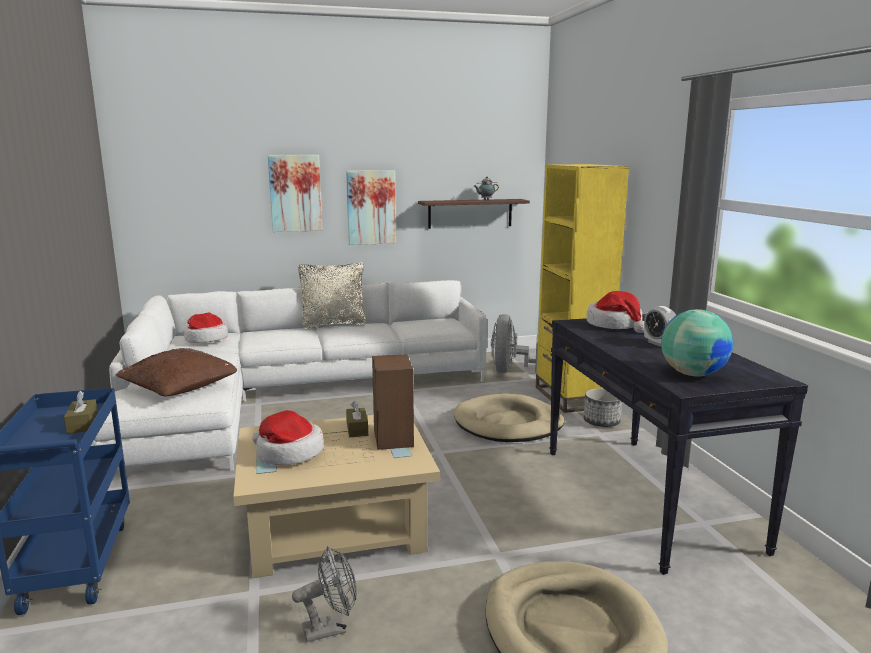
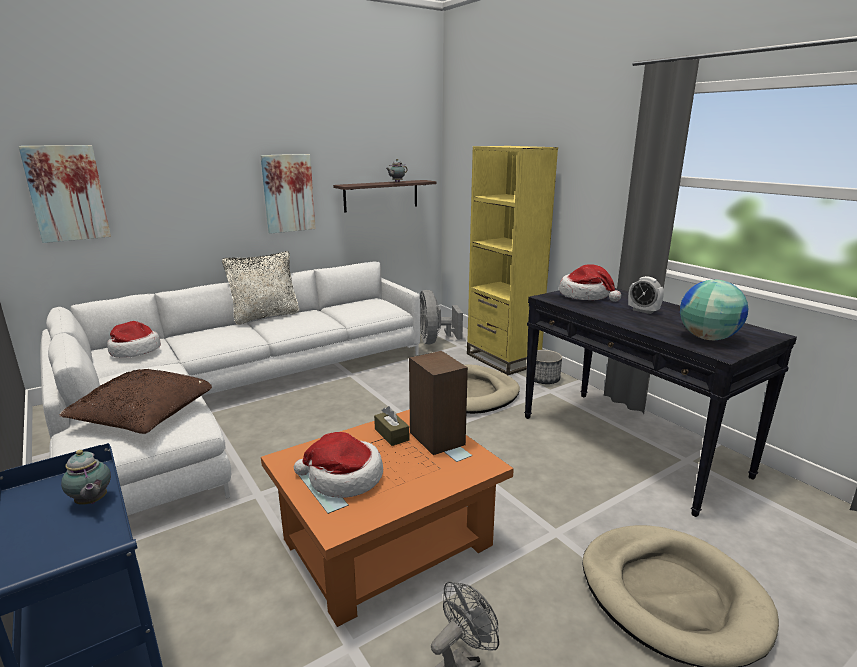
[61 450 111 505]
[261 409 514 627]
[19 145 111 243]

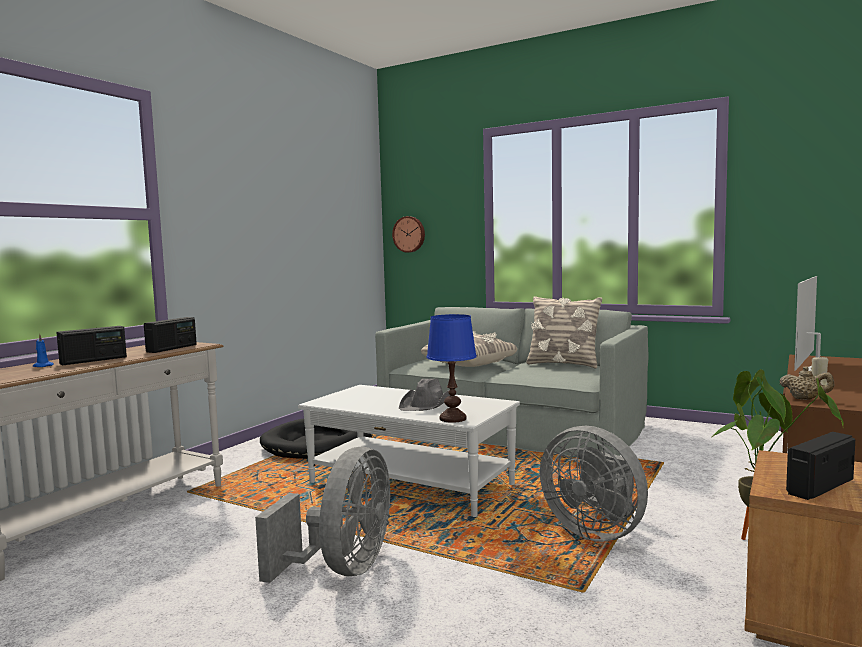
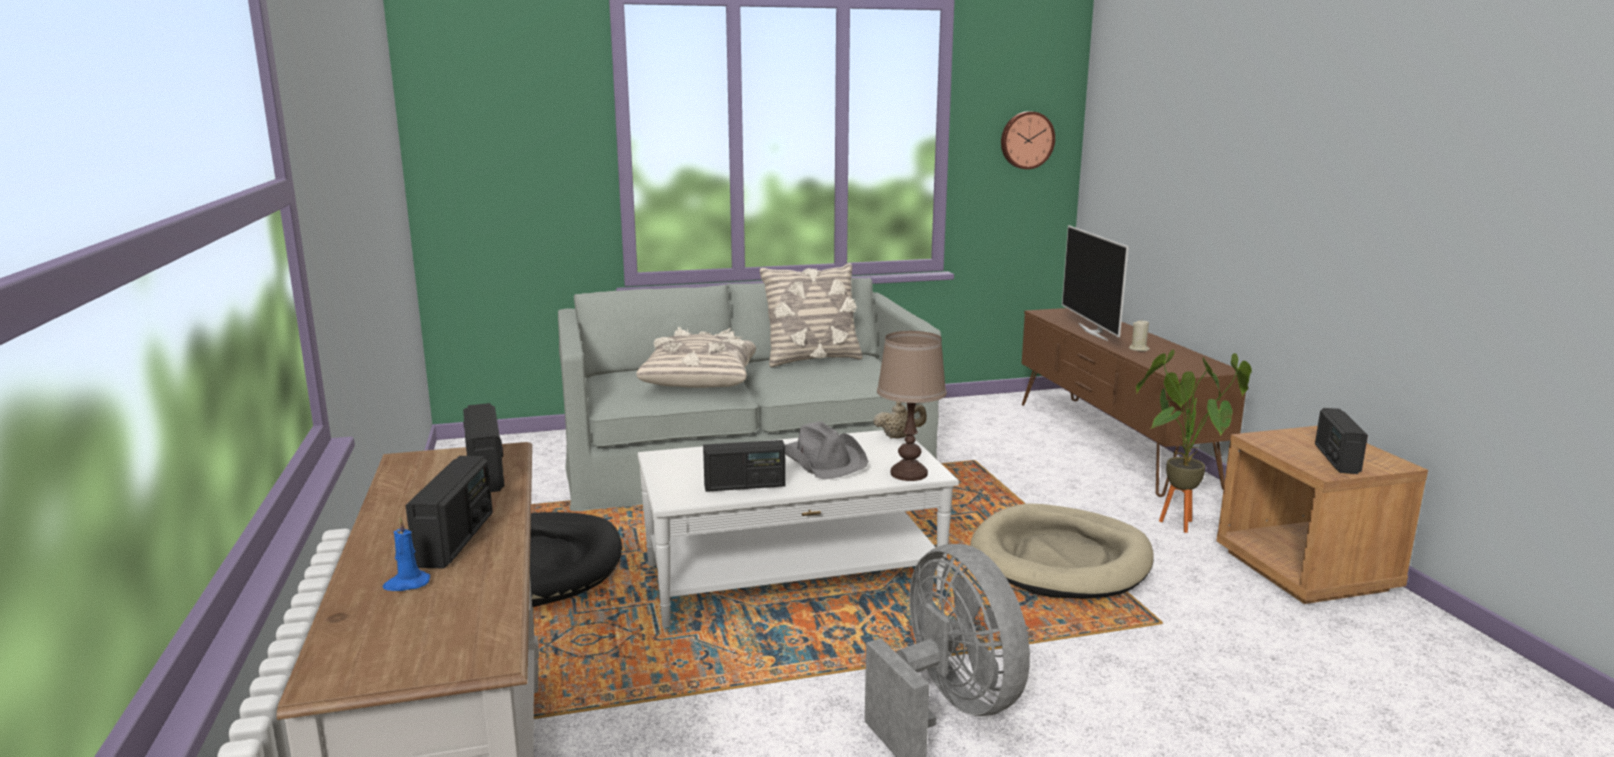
[1001 111 1055 169]
[877 331 947 481]
[970 503 1153 599]
[873 401 927 439]
[703 440 786 492]

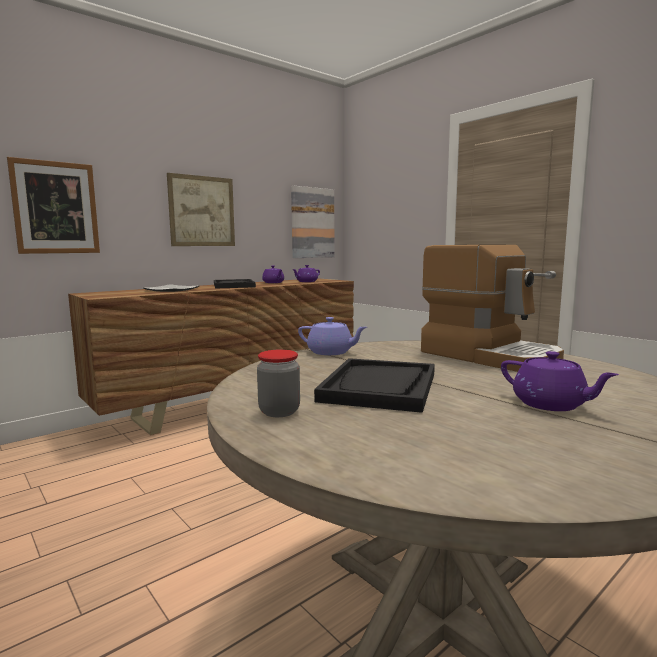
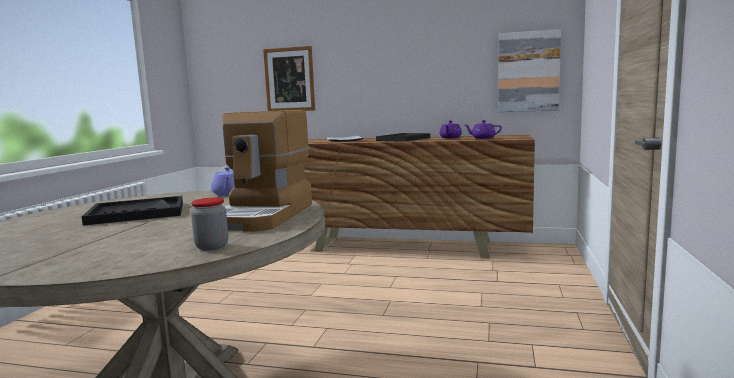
[167 173 235 246] (first image)
[191 198 228 251]
[501 351 619 411] (first image)

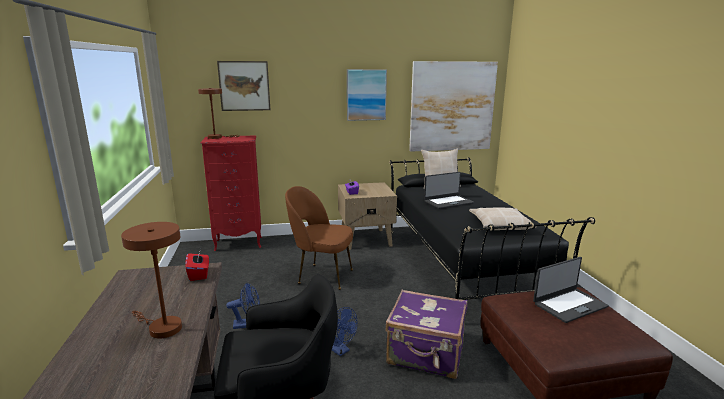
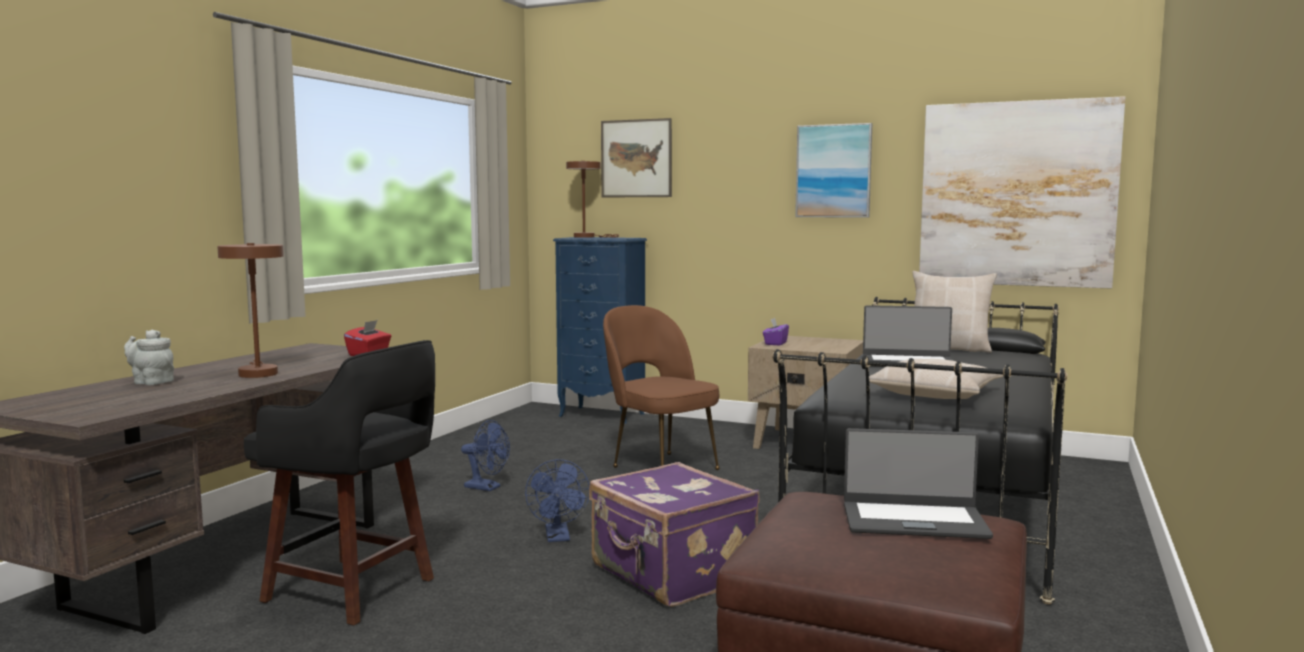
[553 237 647 424]
[124 329 174 385]

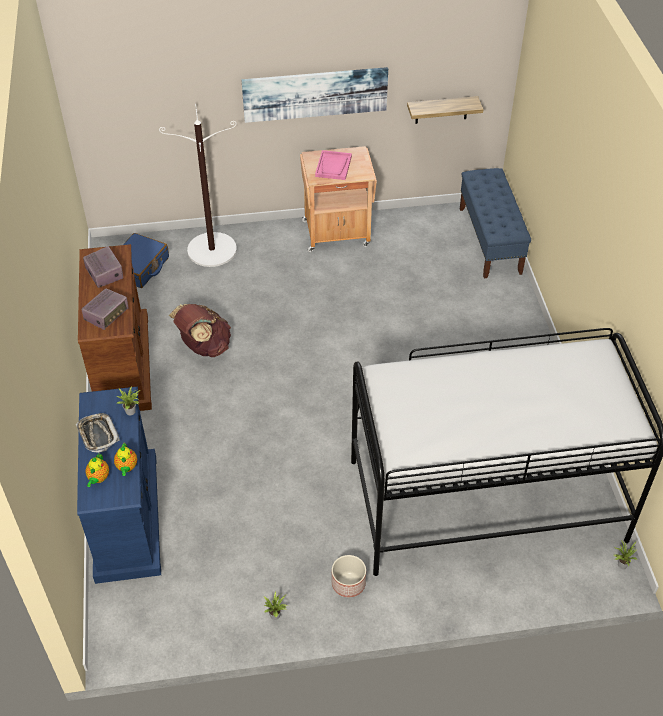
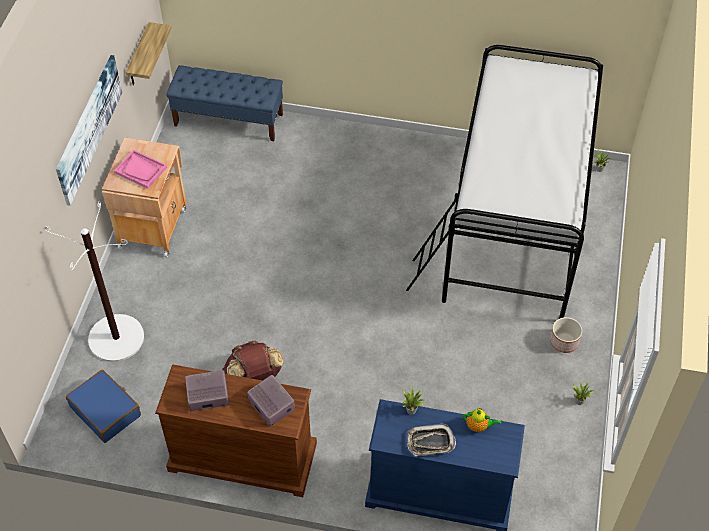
[85 454 109 487] (first image)

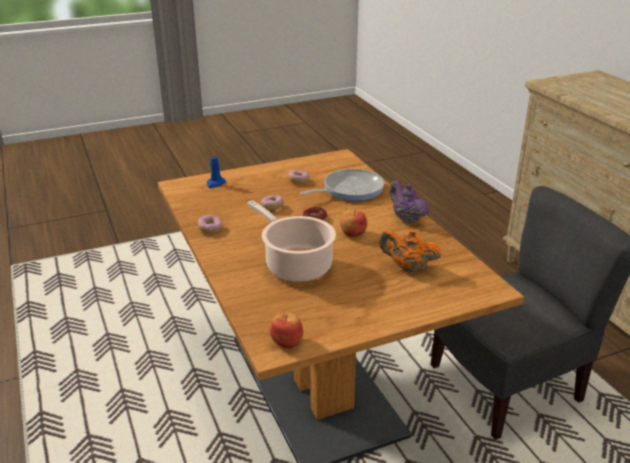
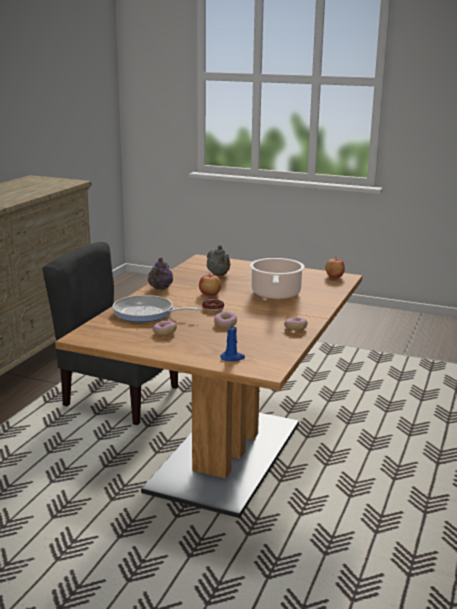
[207 245 230 276]

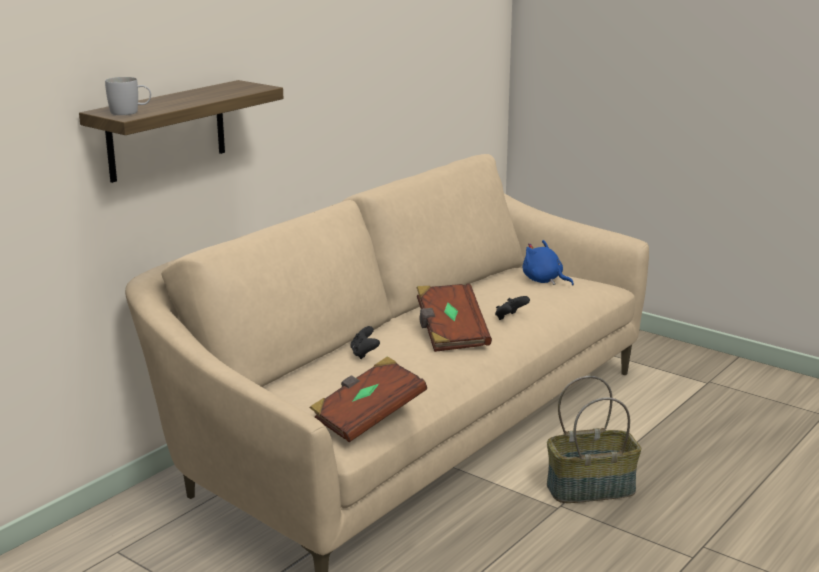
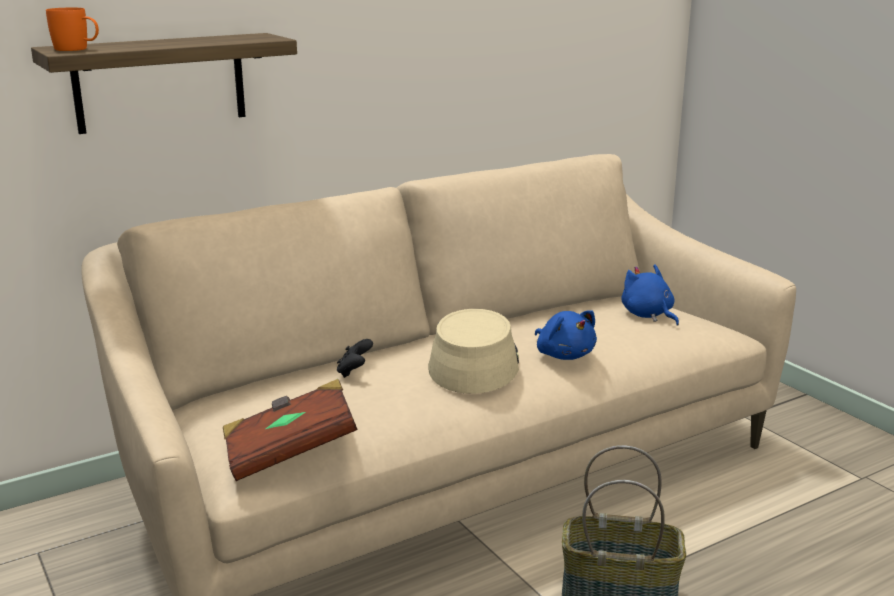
[46 8 99 51]
[428 309 519 394]
[535 311 597 360]

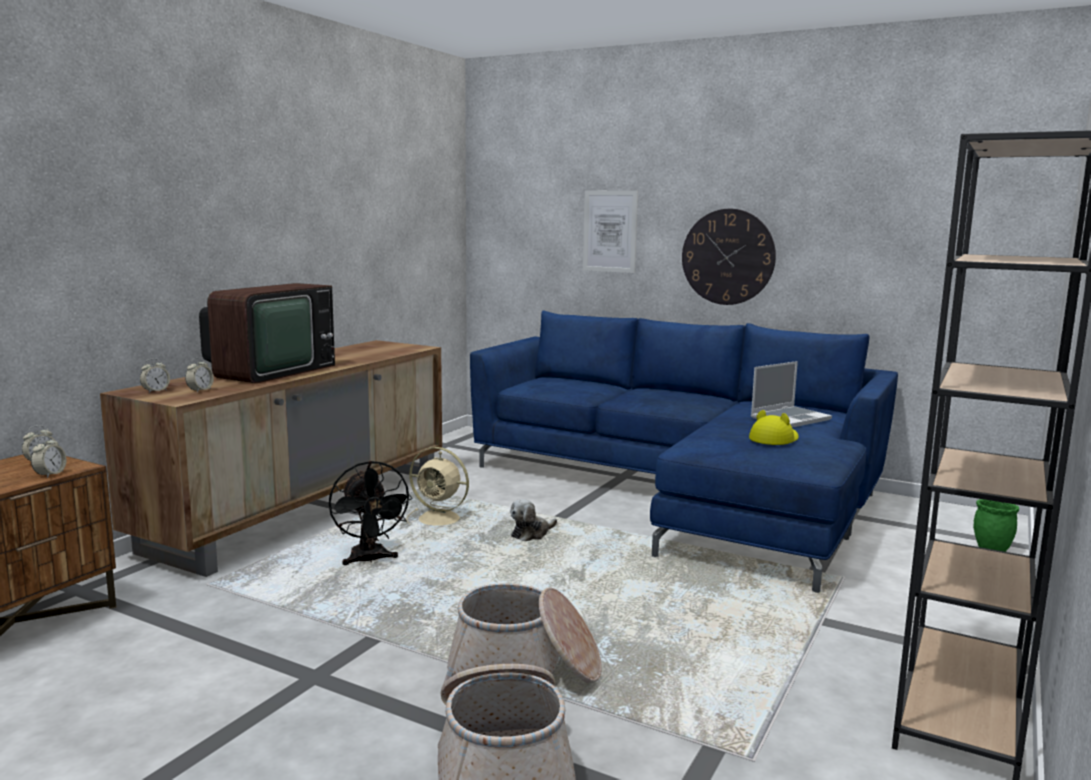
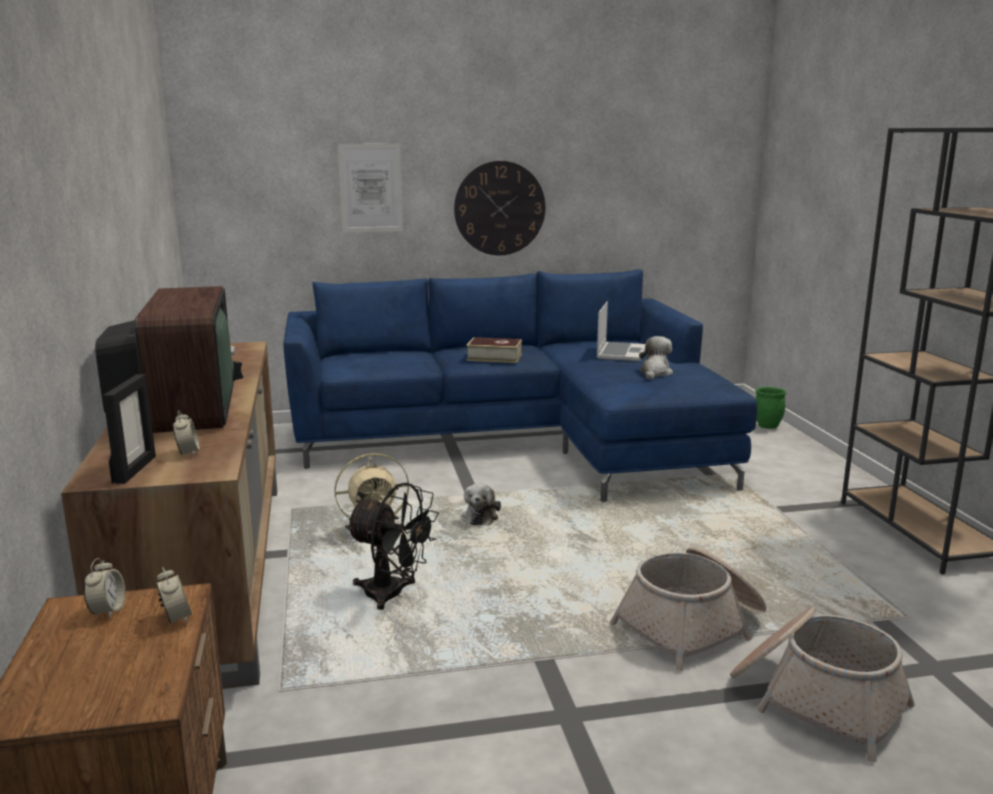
[103 374 156 484]
[639 336 673 380]
[466 337 522 363]

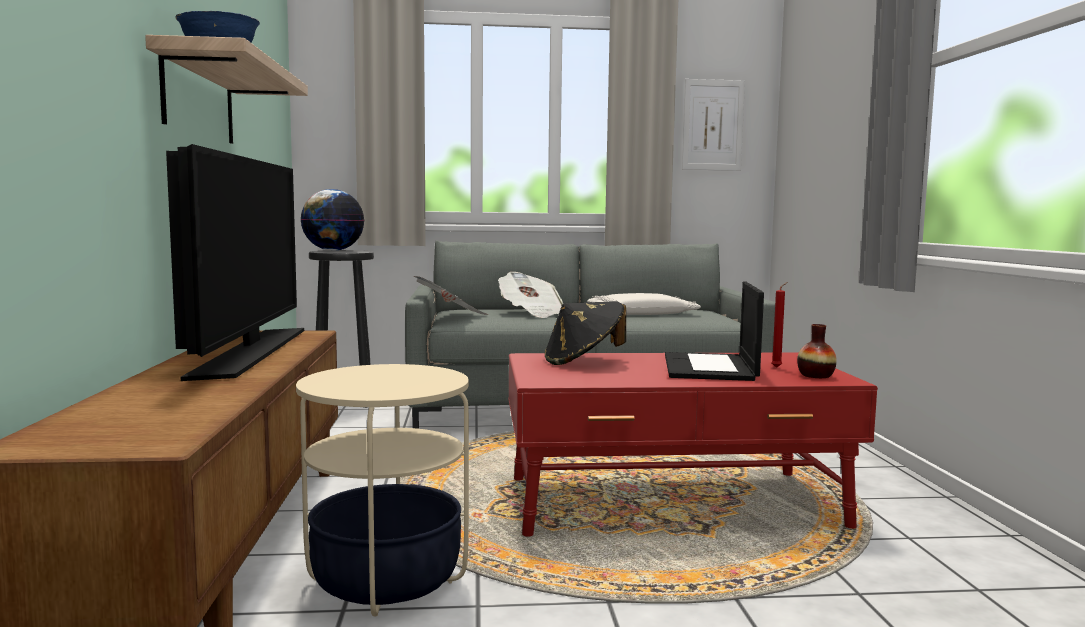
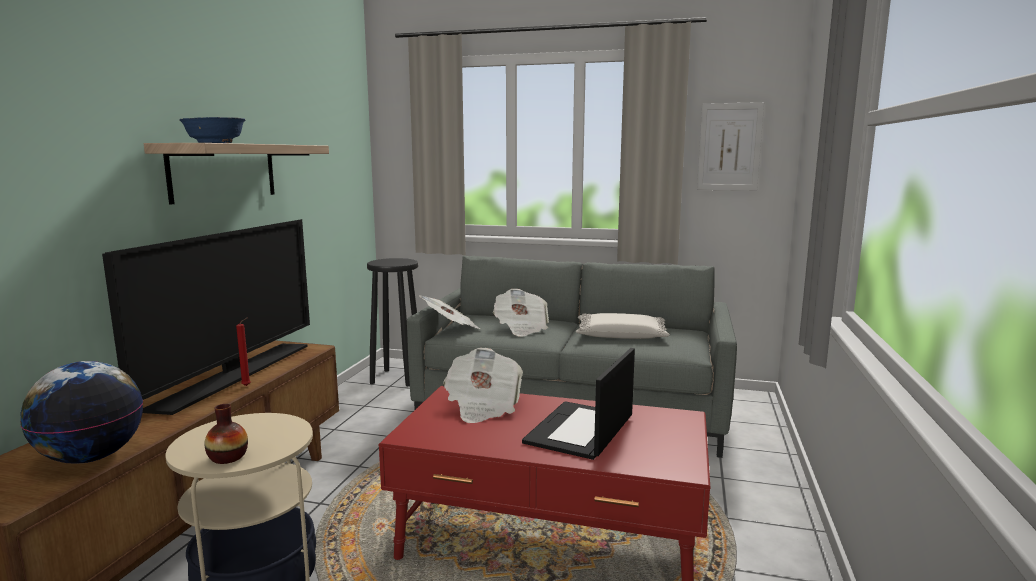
[20 361 143 463]
[443 348 523 423]
[236 318 251 386]
[204 404 248 464]

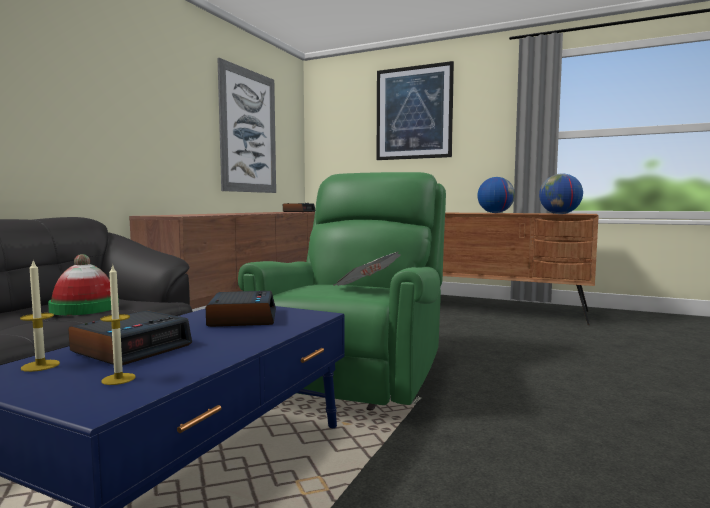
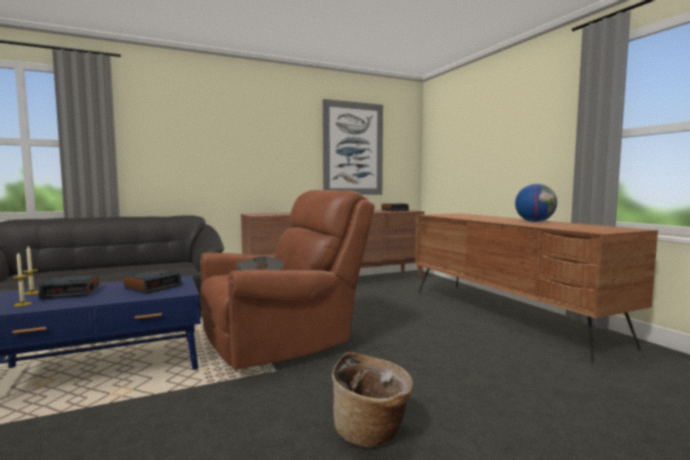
[48 254 119 315] (first image)
[200 190 375 370]
[377 61 454 160] (first image)
[539 174 583 214] (first image)
[332 352 413 448]

